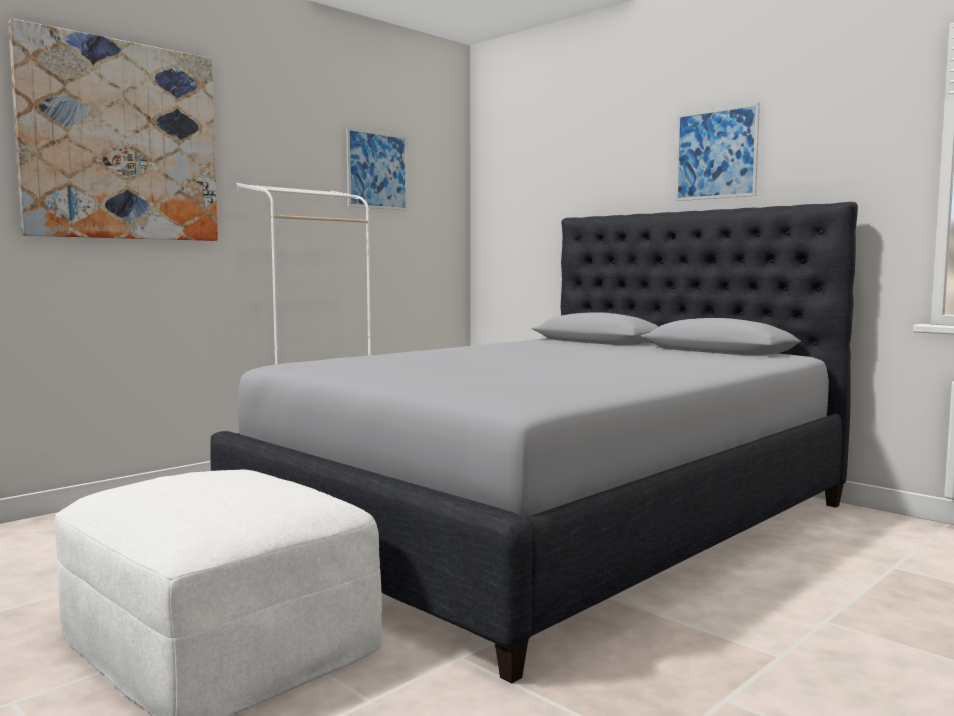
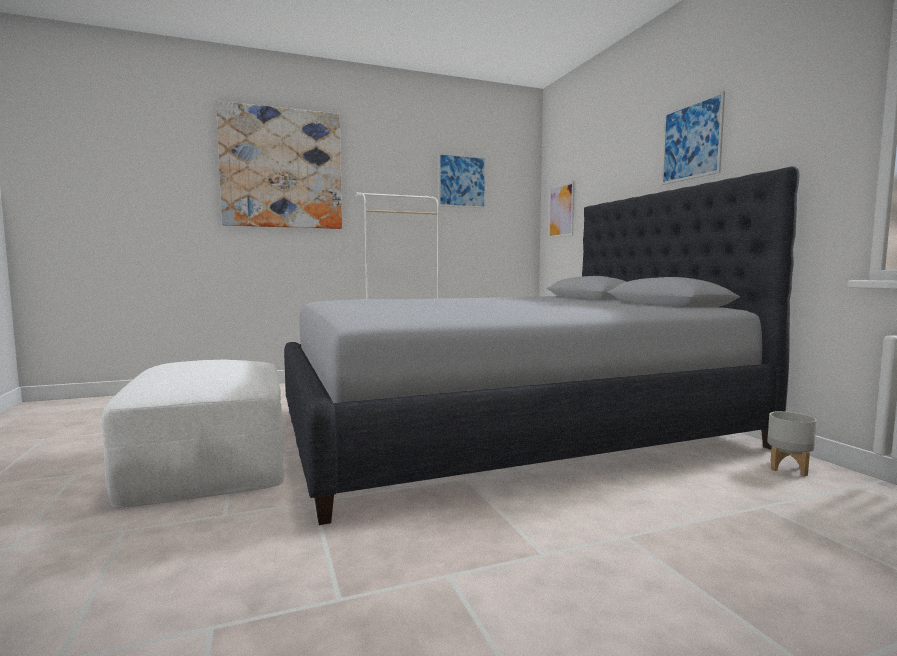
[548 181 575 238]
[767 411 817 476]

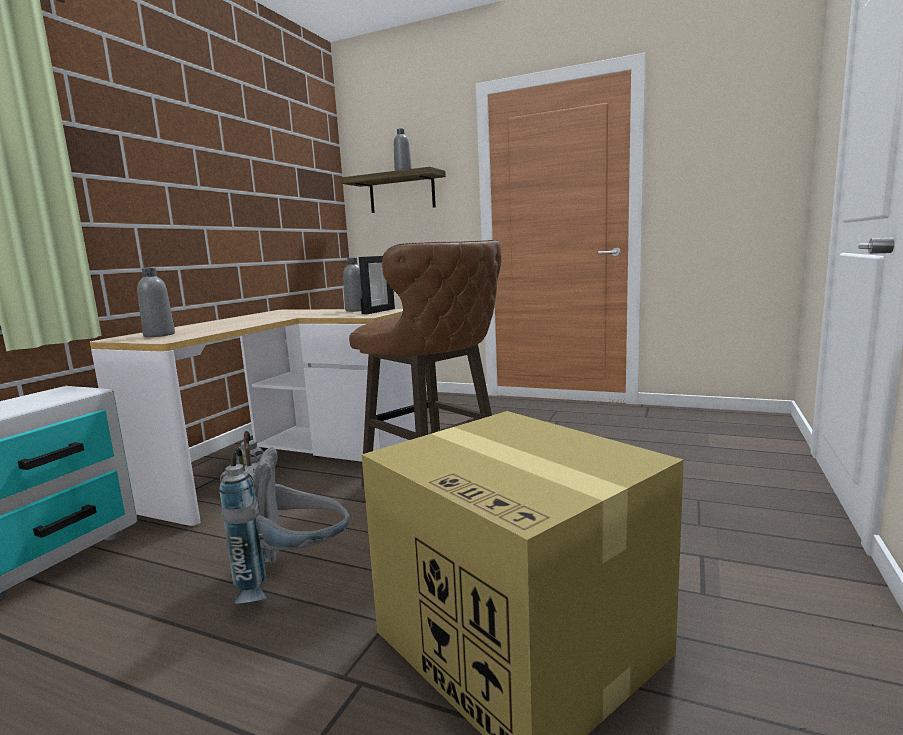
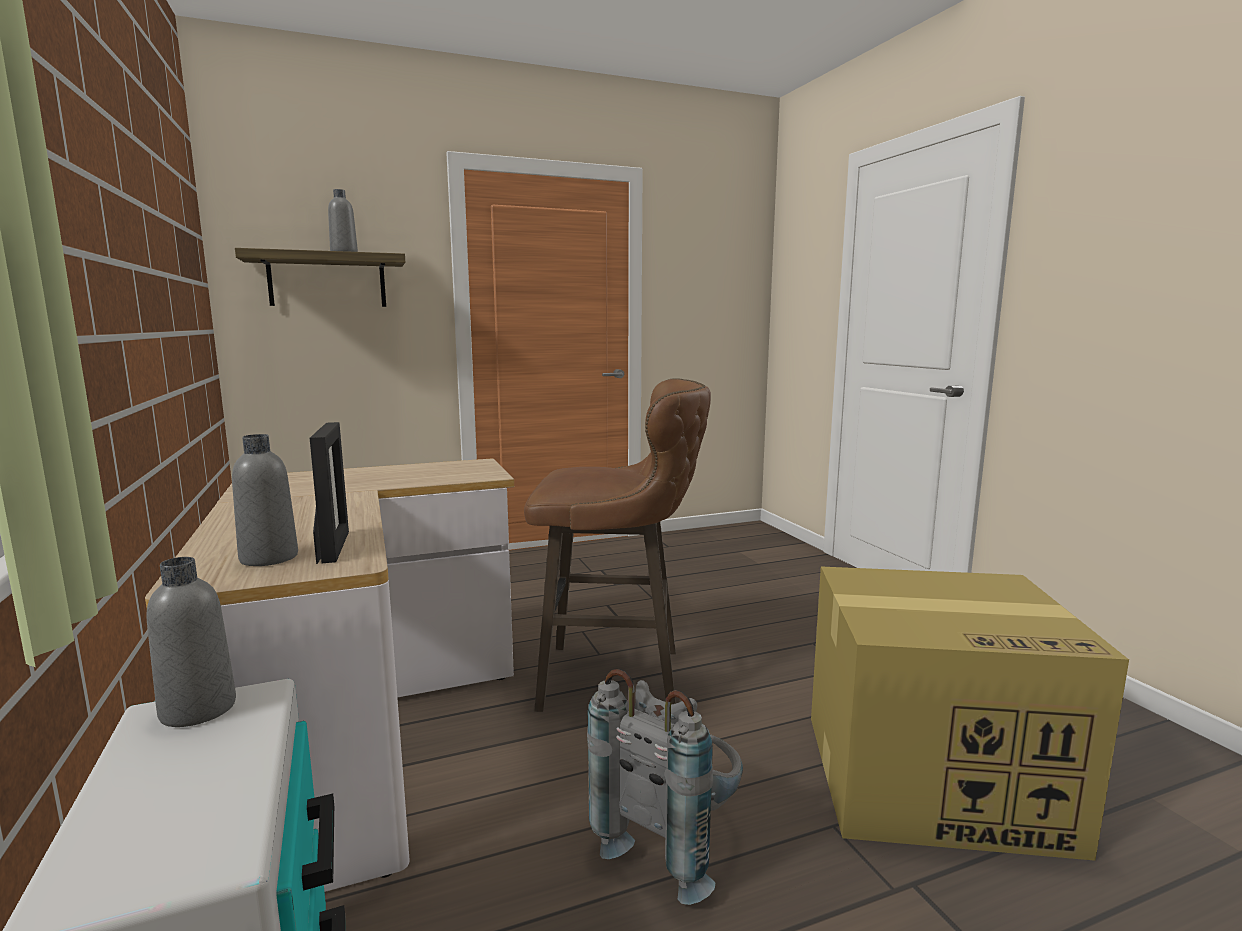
[147 557 236 727]
[310 422 349 564]

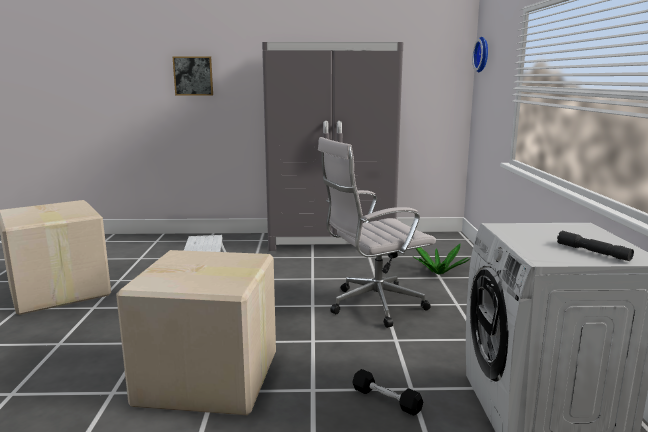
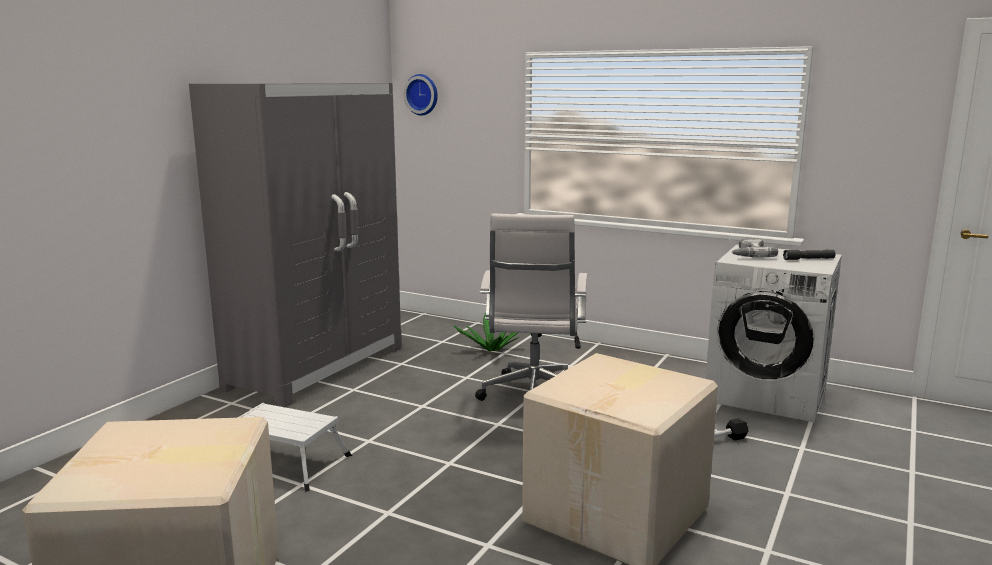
[172 56 213 96] (first image)
[732 238 778 257]

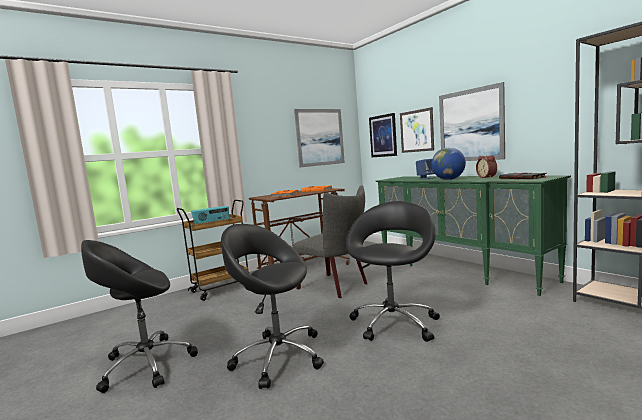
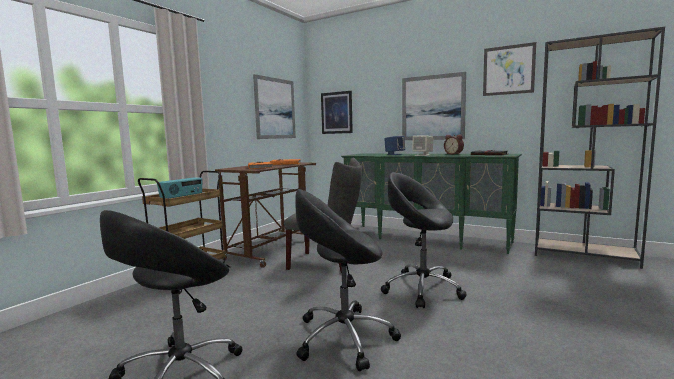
[381 172 467 308]
[483 42 536 96]
[412 135 433 156]

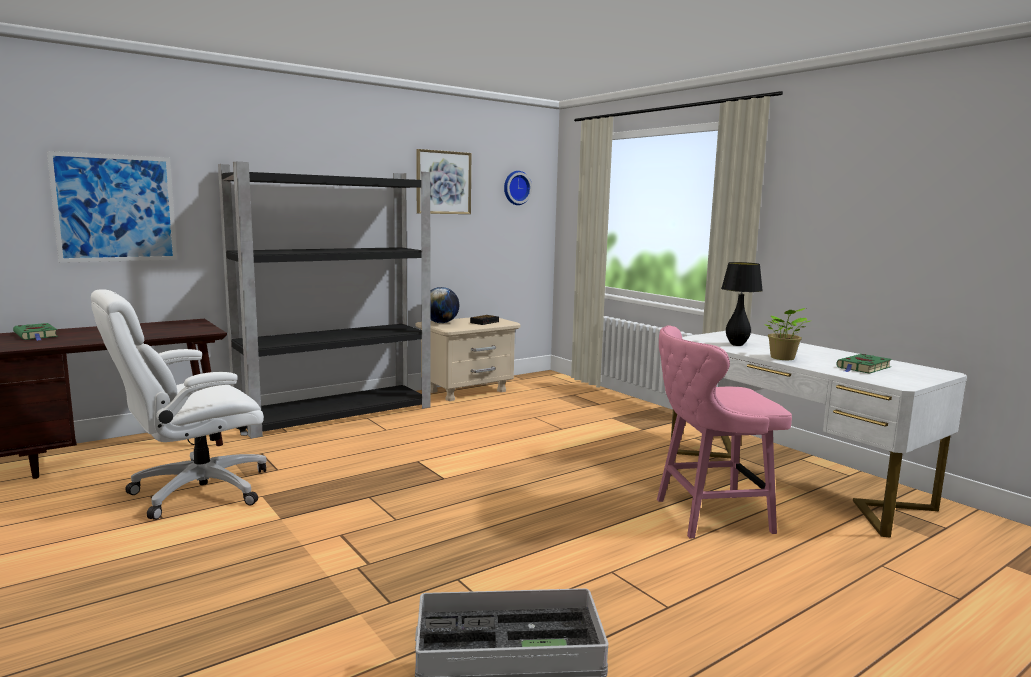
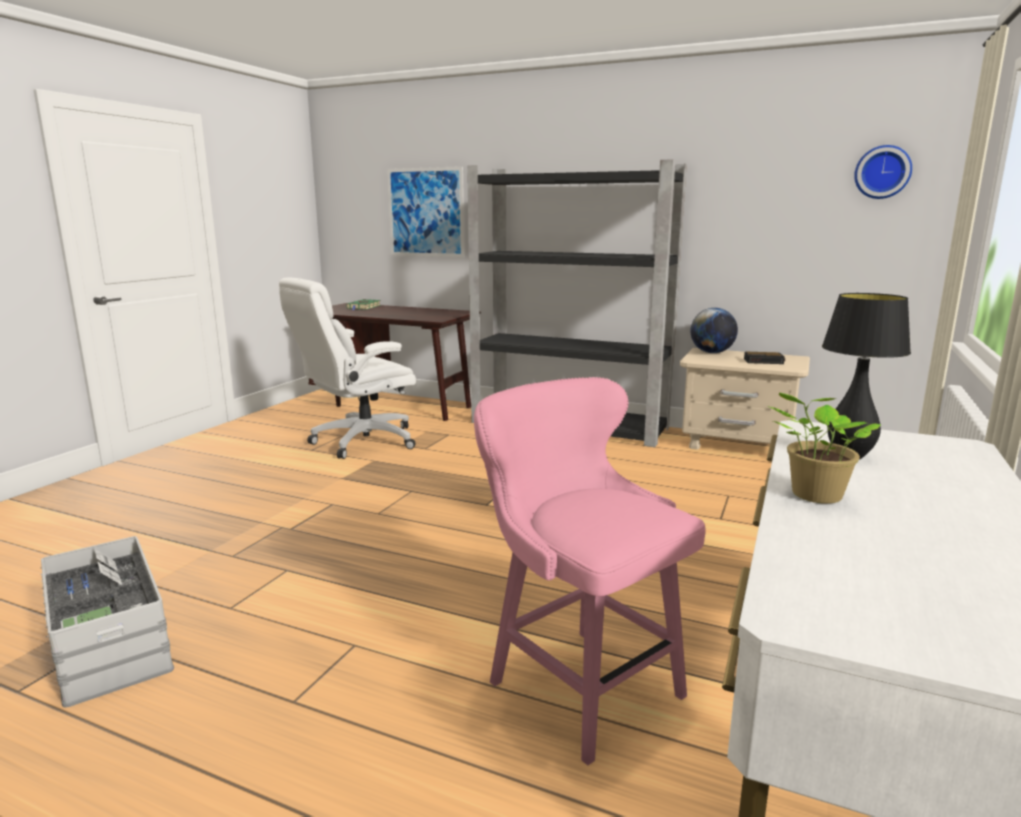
[279 278 416 459]
[416 149 471 214] (first image)
[836 354 892 374] (first image)

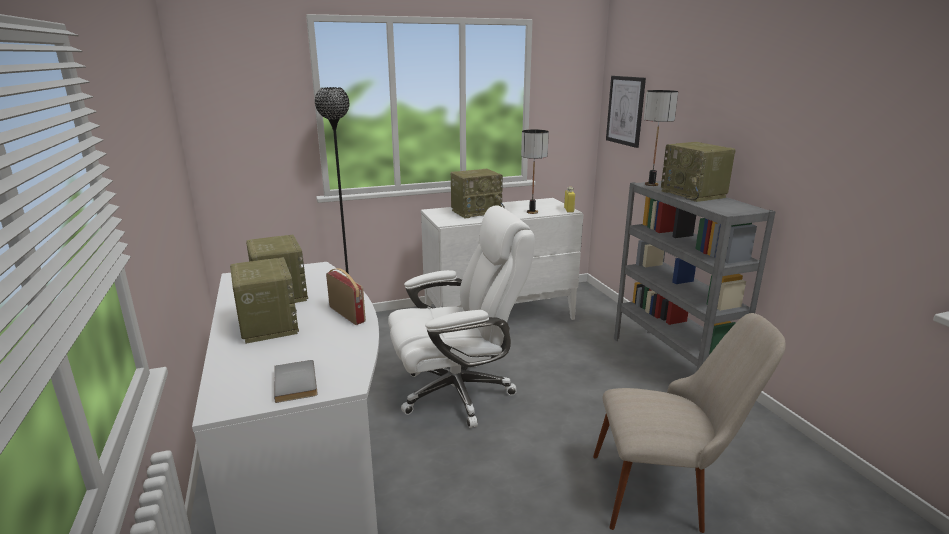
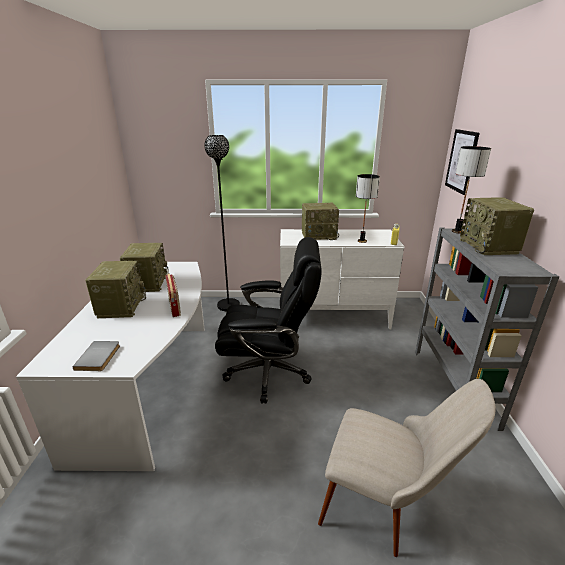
[215 237 322 404]

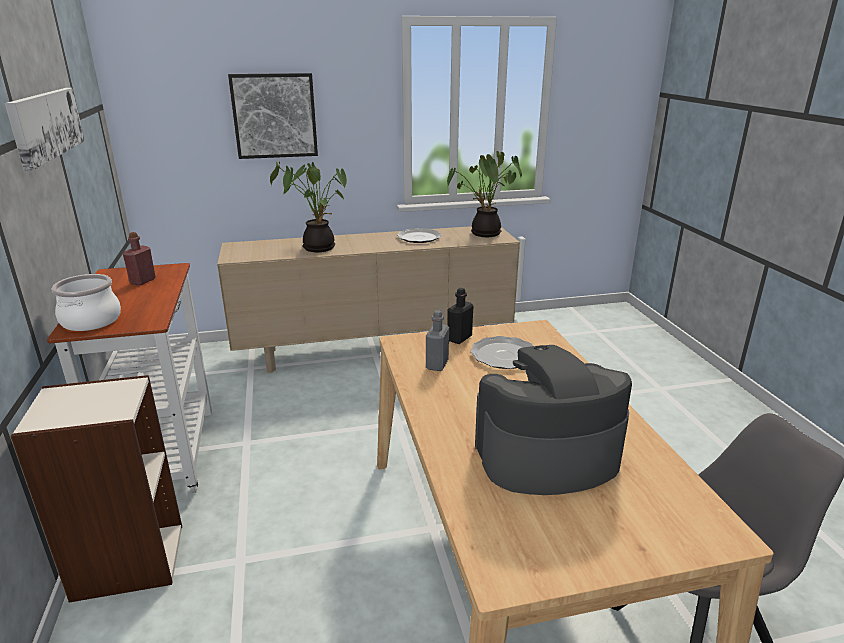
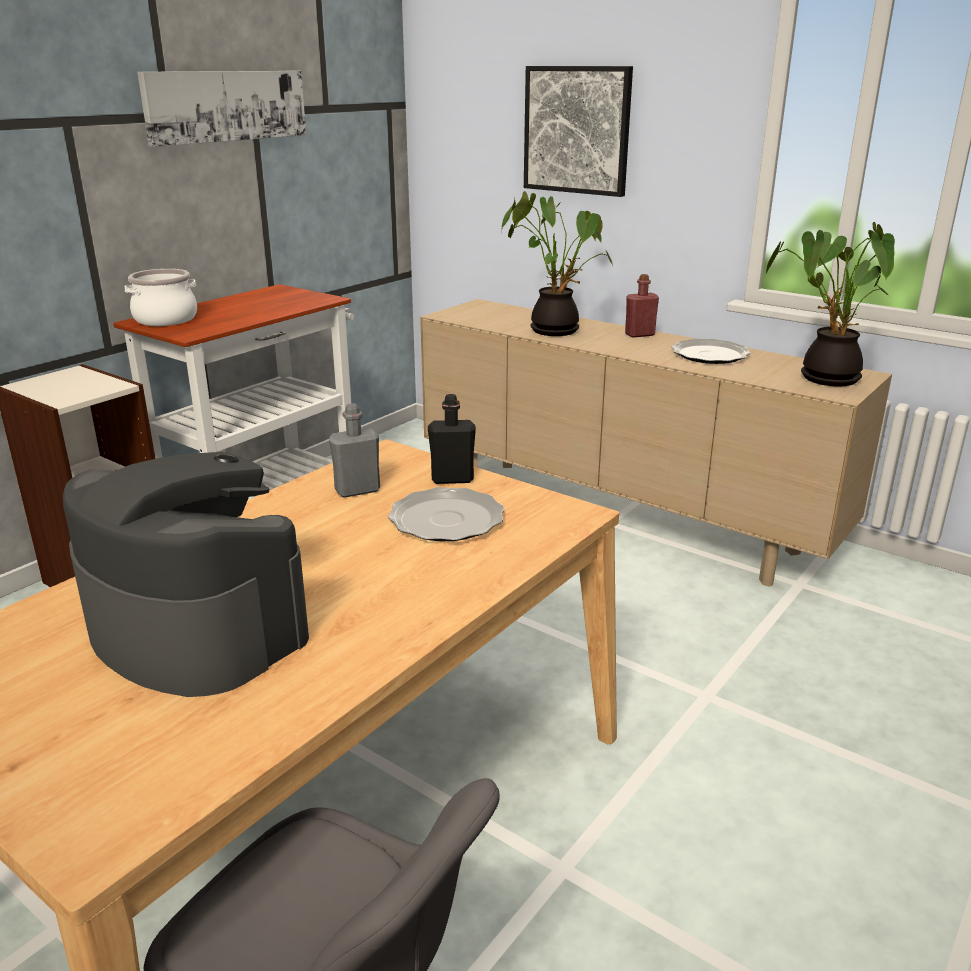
[625 274 659 338]

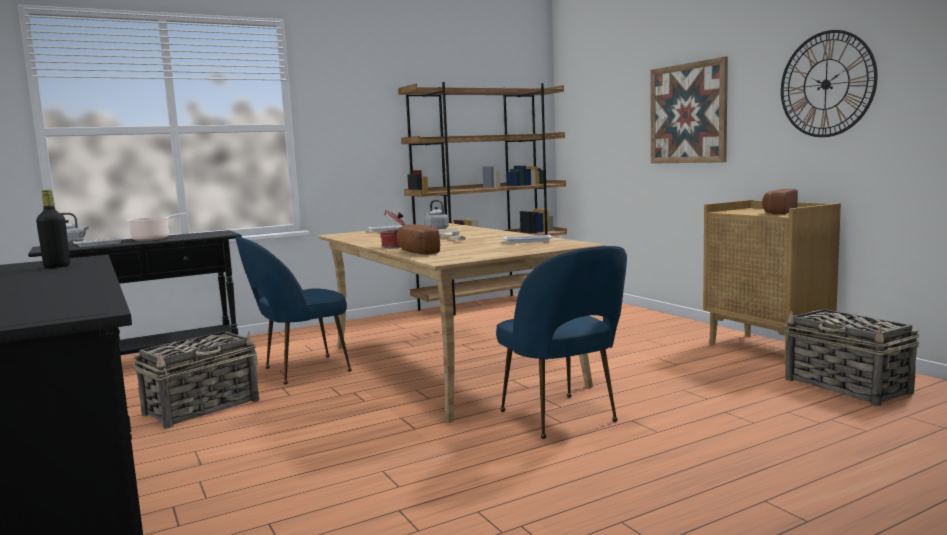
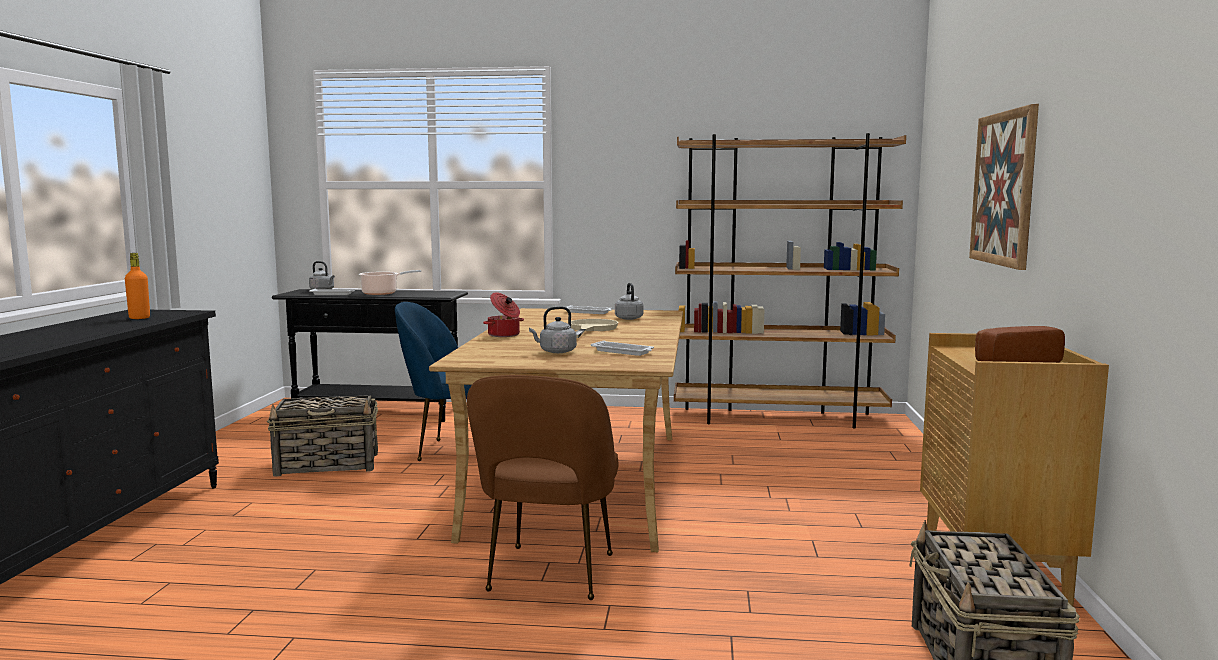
[125 253 150 319]
[397 224 440 255] (first image)
[467 375 619 600]
[781 30 878 137] (first image)
[529 306 577 353]

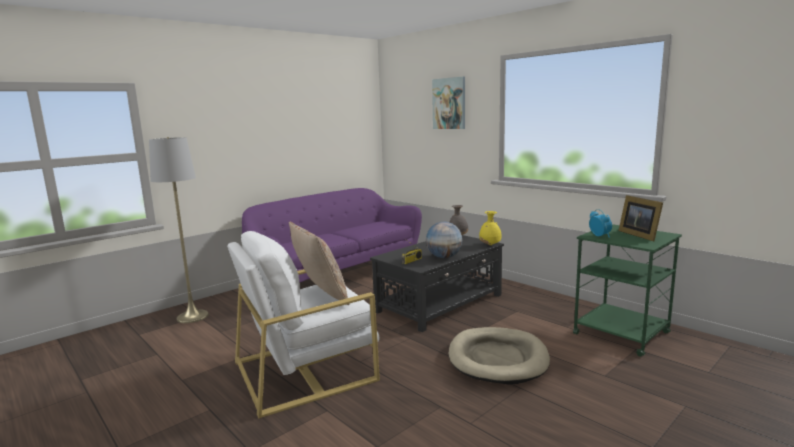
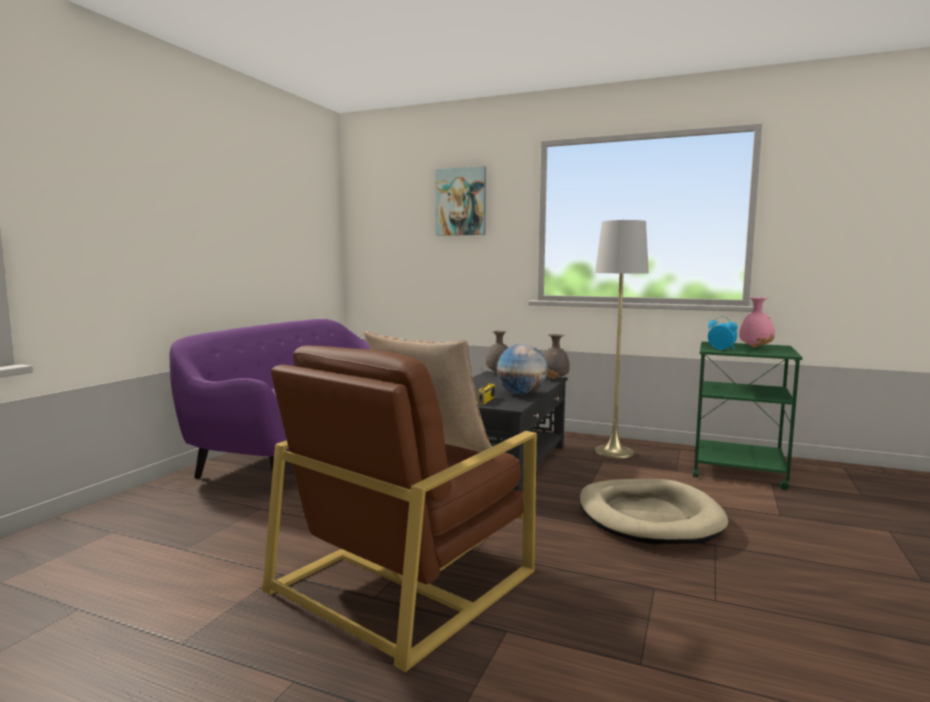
[594 220 649 458]
[262 345 537 672]
[544 334 570 380]
[739 298 775 348]

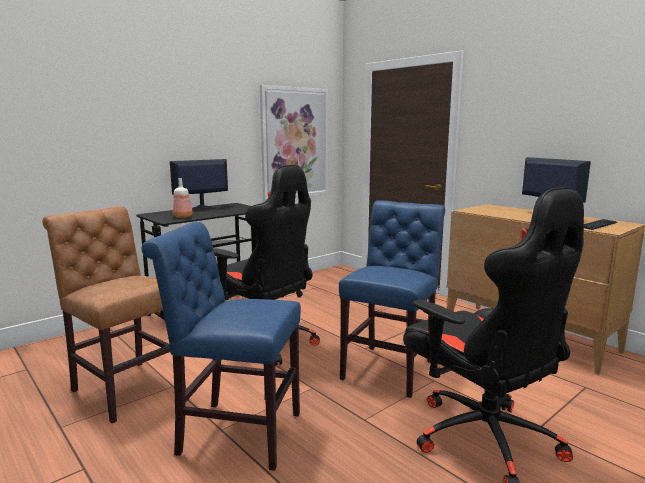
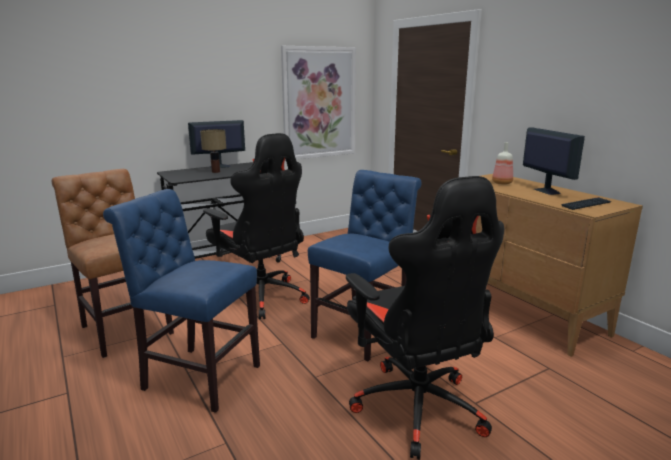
[492 142 513 185]
[200 129 226 173]

